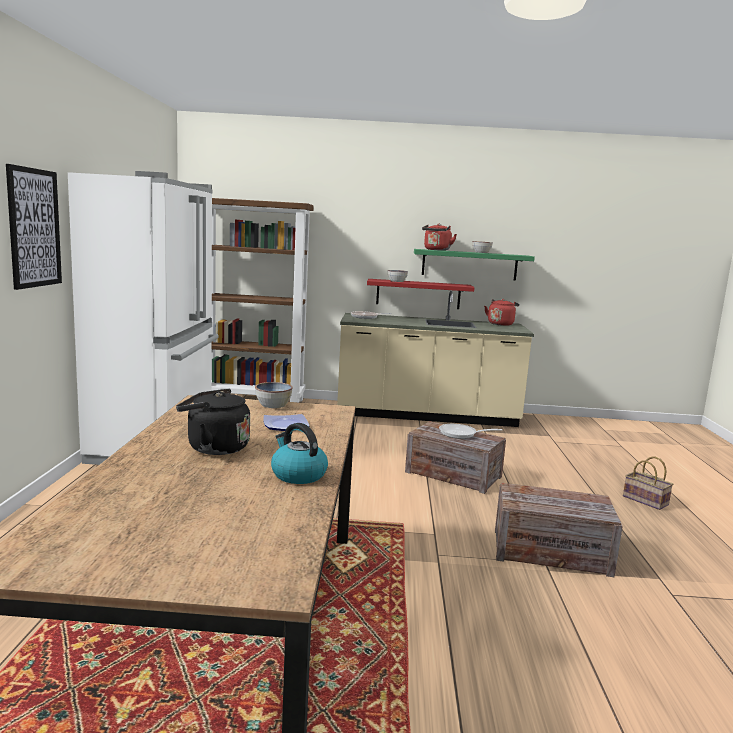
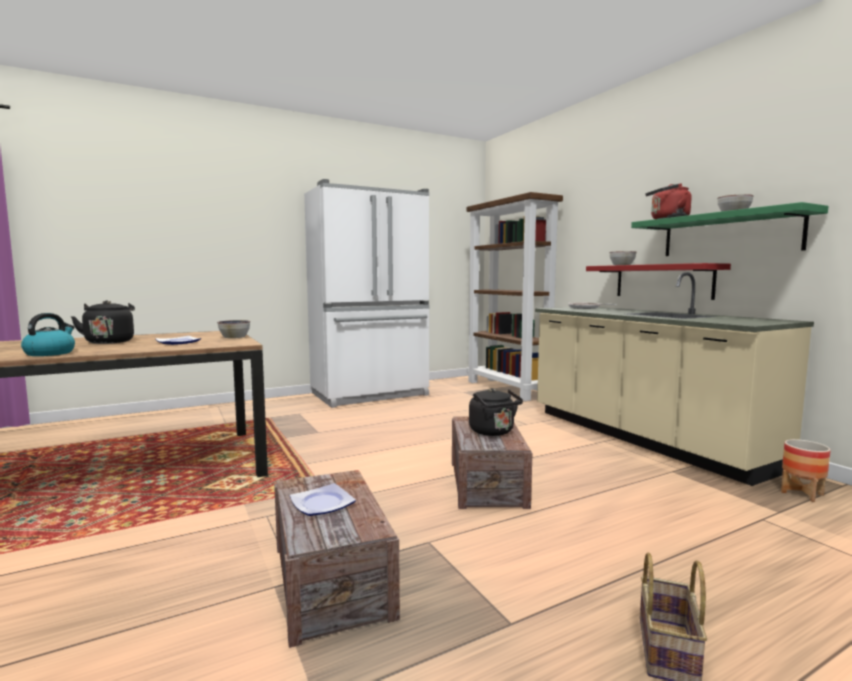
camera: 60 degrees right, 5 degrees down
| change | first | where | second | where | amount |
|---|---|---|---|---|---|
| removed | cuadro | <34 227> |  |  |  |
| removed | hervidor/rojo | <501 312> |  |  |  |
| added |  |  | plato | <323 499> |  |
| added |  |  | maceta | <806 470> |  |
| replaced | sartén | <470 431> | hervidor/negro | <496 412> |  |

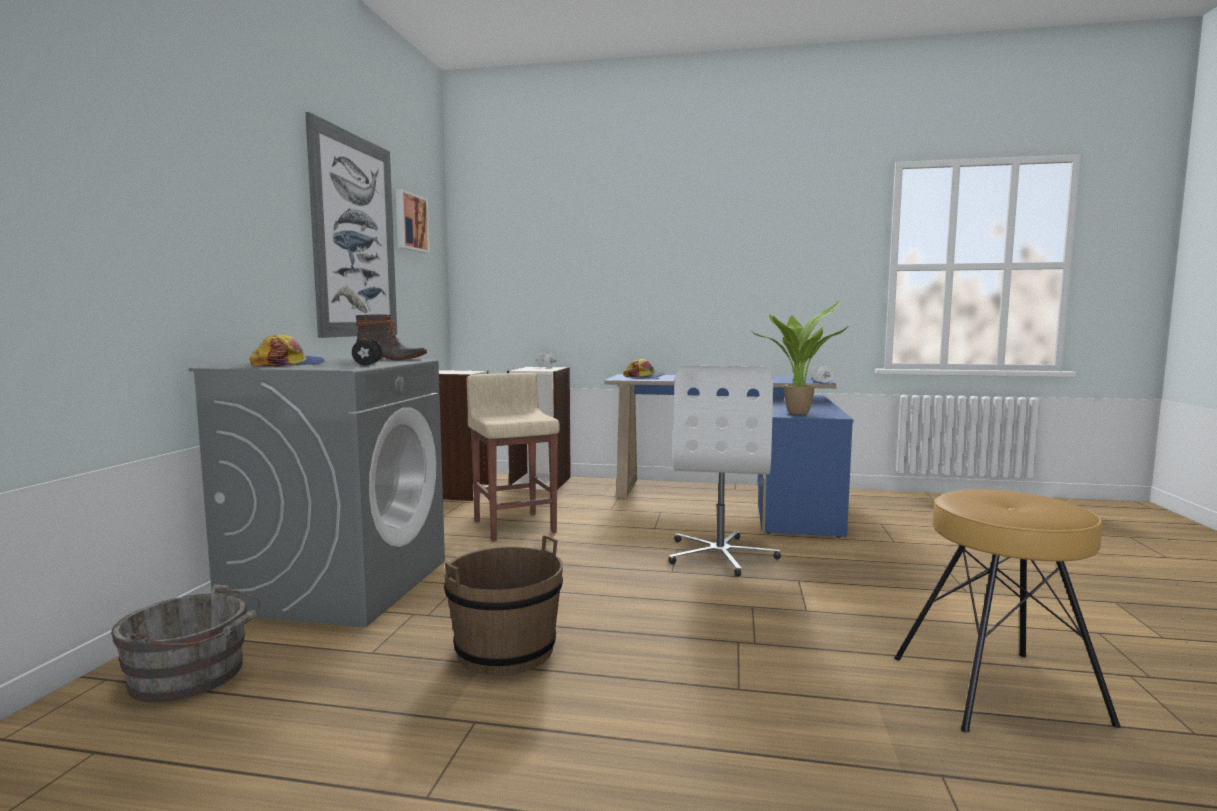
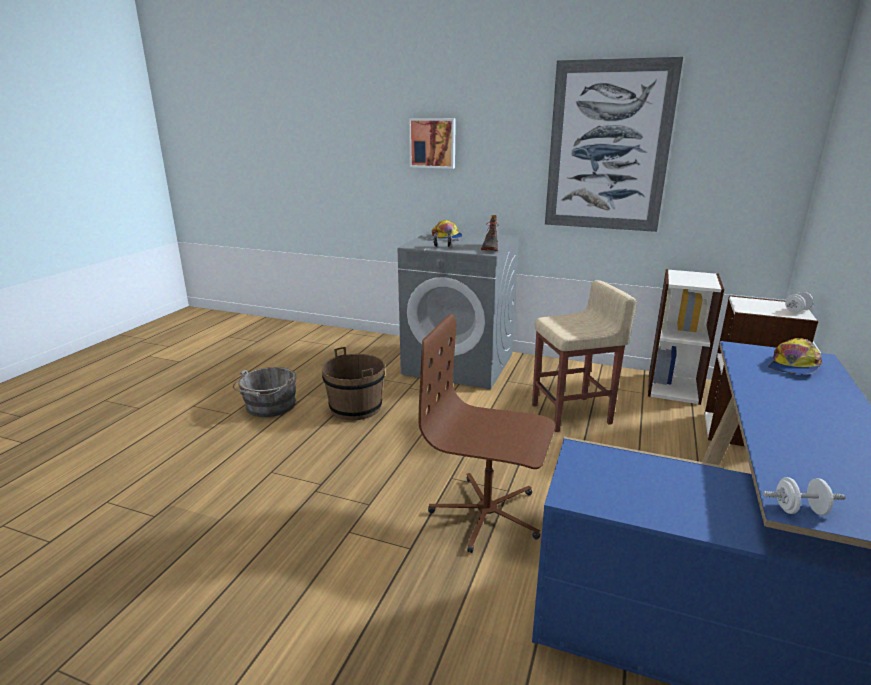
camera: 100 degrees right, 15 degrees up
| change | first | where | second | where | amount |
|---|---|---|---|---|---|
| removed | planta en maceta | <799 358> |  |  |  |
| removed | taburete/marrón | <1007 611> |  |  |  |
| moved | cubo/gris | <186 644> |  | <264 392> |  |
| moved | cuadro | <413 221> |  | <432 143> |  |
| recoloured | silla de oficina/blanco | <725 471> | silla de oficina/marrón | <487 433> |  |

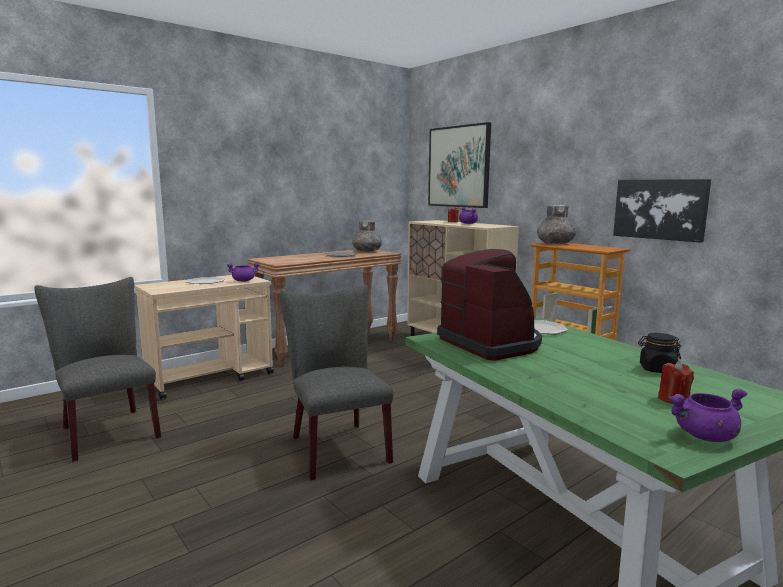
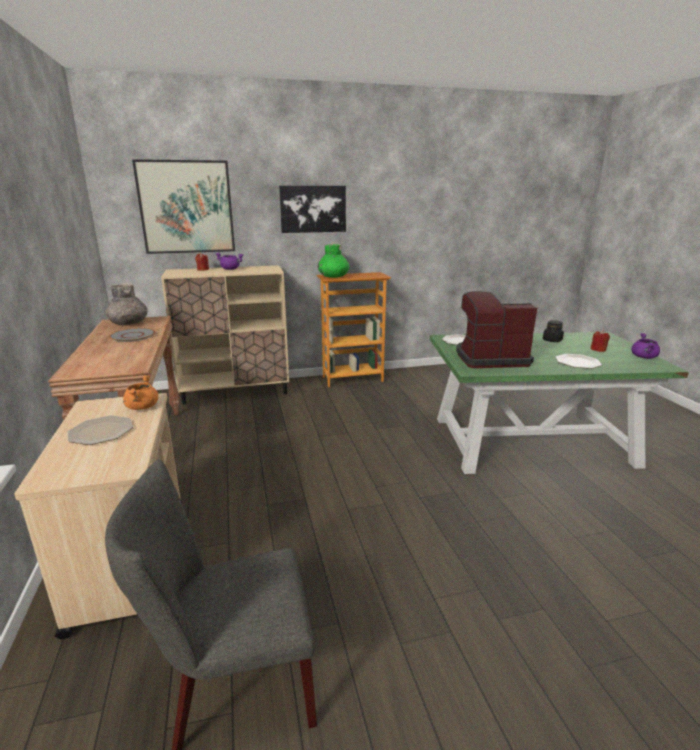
camera: 65 degrees left, 10 degrees up
| change | first | where | second | where | amount |
|---|---|---|---|---|---|
| removed | silla/gris | <336 382> |  |  |  |
| added |  |  | plato | <579 361> |  |
| moved | cuadro | <662 211> |  | <312 209> |  |
| recoloured | olla/morado | <243 272> | olla/naranja | <140 392> |  |
| recoloured | florero/gris | <556 224> | florero/verde | <334 260> |  |

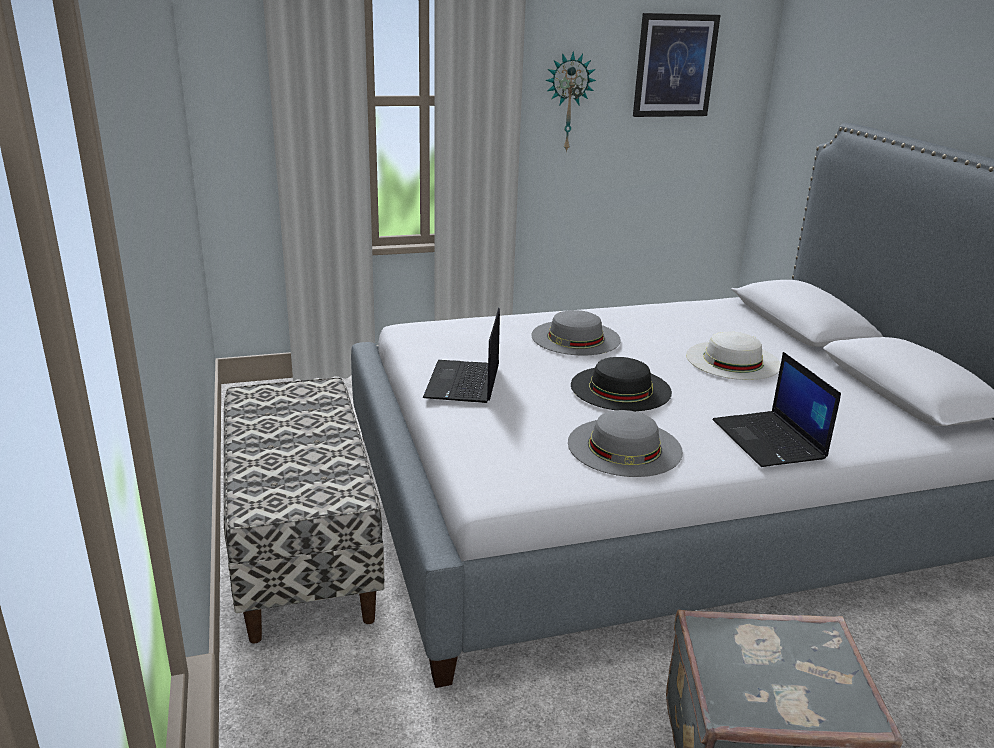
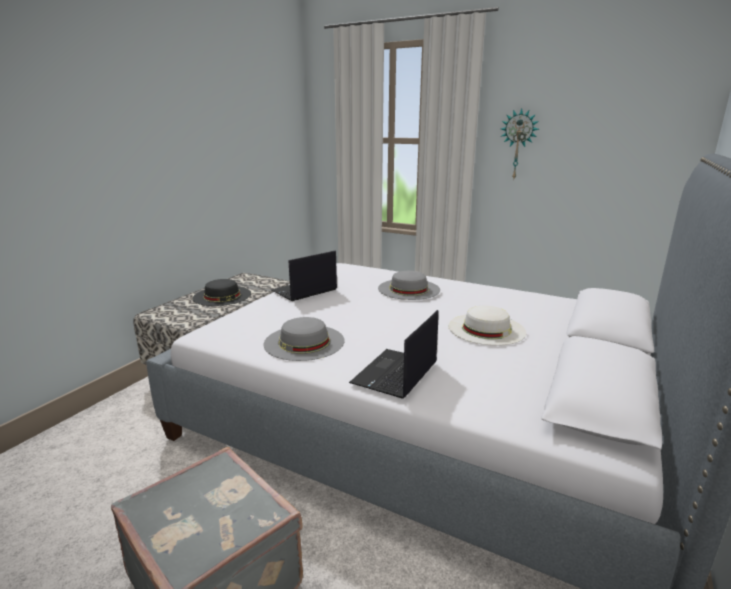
camera: 45 degrees right, 5 degrees down
| change | first | where | second | where | amount |
|---|---|---|---|---|---|
| removed | cuadro | <677 65> |  |  |  |
| moved | sombrero/negro | <621 384> |  | <221 292> |  |

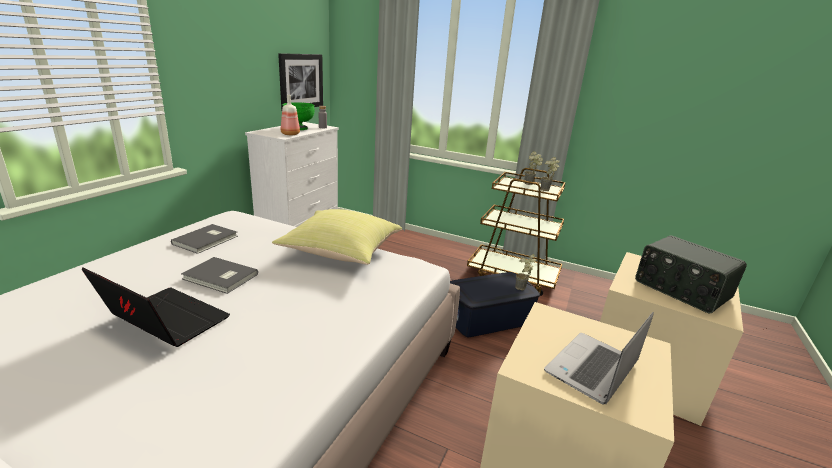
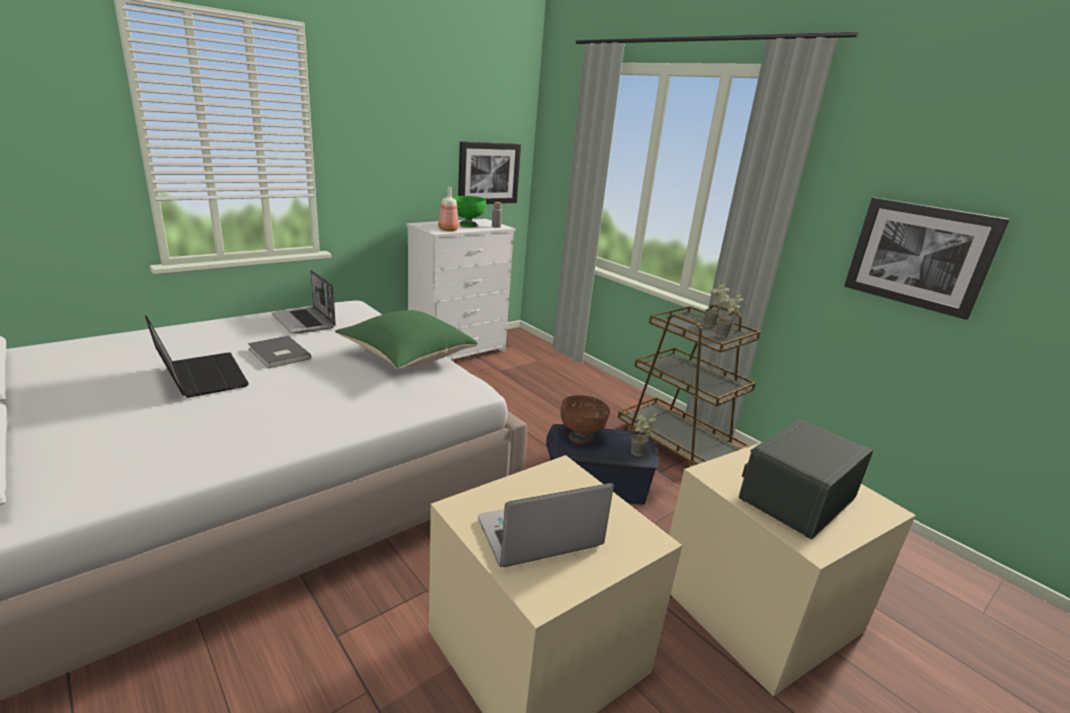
camera: 25 degrees right, 0 degrees up
| change | first | where | second | where | amount |
|---|---|---|---|---|---|
| added |  |  | cuenco/marrón | <585 419> |  |
| added |  |  | cuadro | <927 258> |  |
| replaced | libro/gris | <204 239> | portátil | <304 302> |  |
| recoloured | cojín/amarillo | <337 237> | cojín/verde | <406 339> |  |
| turned | radio | <691 274> |  | <806 479> | 60 degrees clockwise |

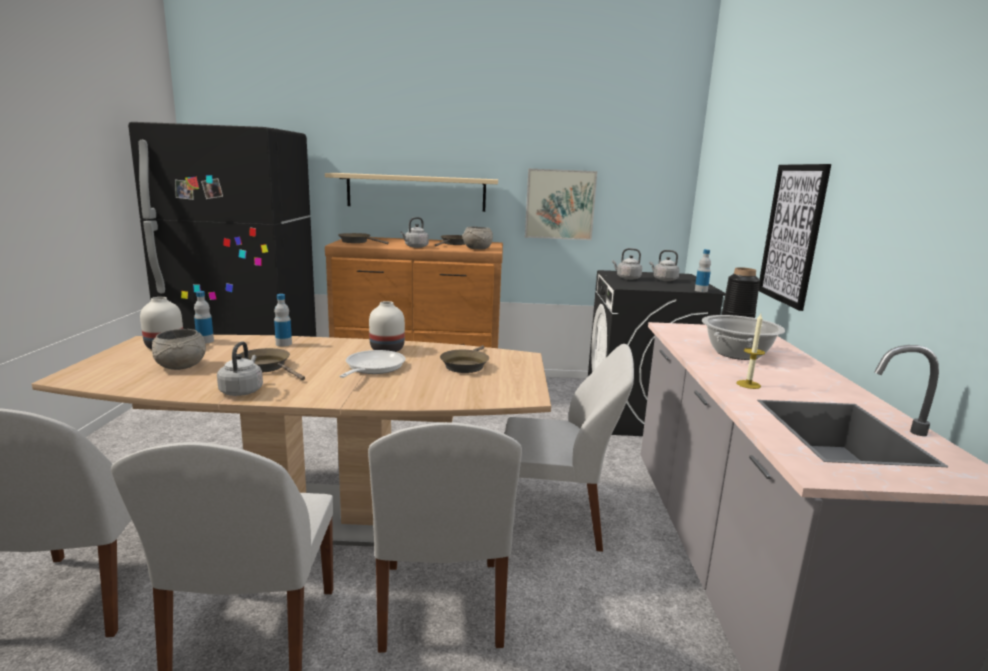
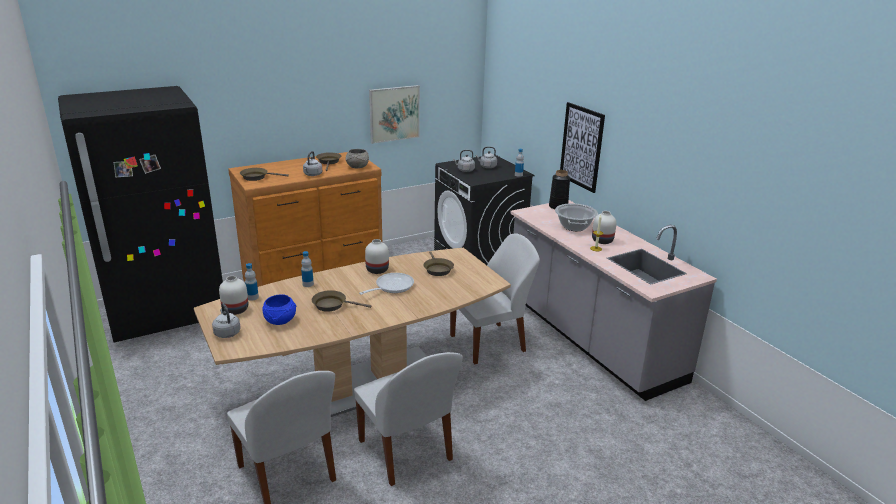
camera: 30 degrees left, 10 degrees up
| change | first | where | second | where | amount |
|---|---|---|---|---|---|
| removed | estante/beis | <411 192> |  |  |  |
| removed | silla/blanco | <445 537> |  |  |  |
| added |  |  | florero/blanco | <604 227> |  |
| moved | hervidor/gris | <240 368> |  | <226 320> |  |
| recoloured | cuenco/gris | <179 349> | cuenco/azul | <279 309> |  |
| turned | sartén | <372 364> |  | <386 284> | 60 degrees clockwise |

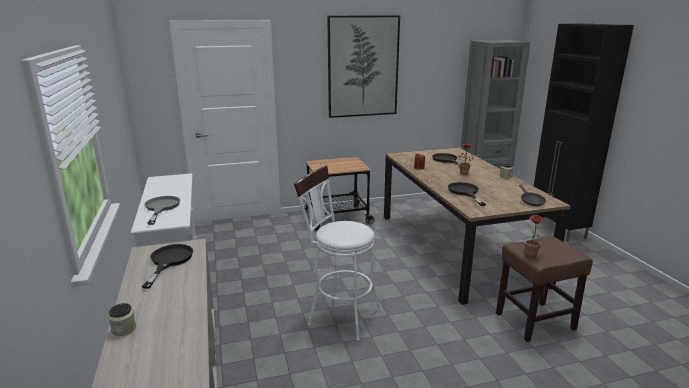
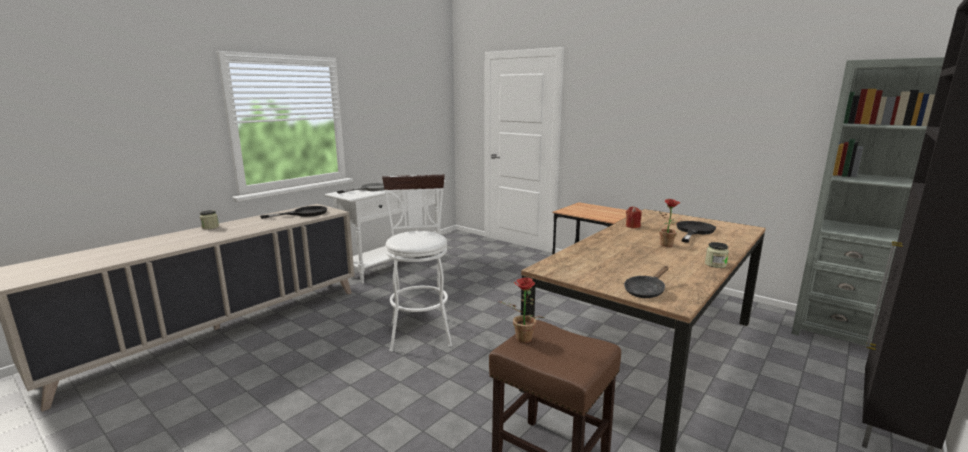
camera: 55 degrees right, 5 degrees down
| change | first | where | second | where | amount |
|---|---|---|---|---|---|
| removed | cuadro | <363 67> |  |  |  |
| removed | sartén/negro | <467 194> |  |  |  |

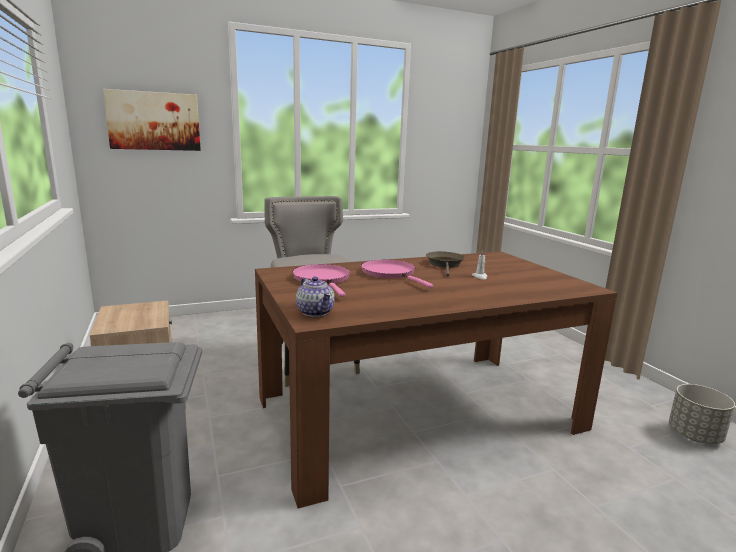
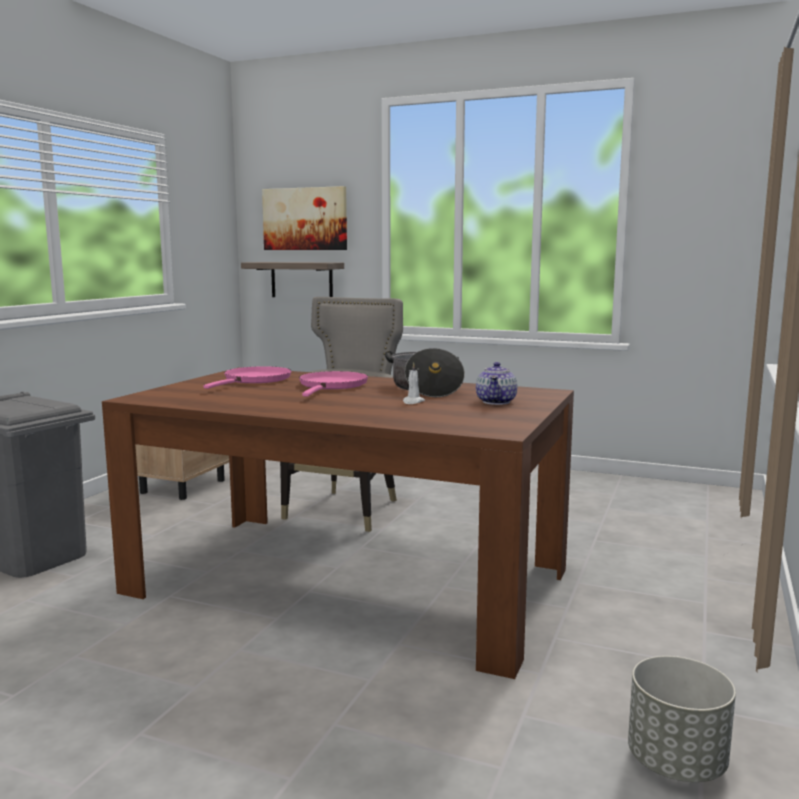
camera: 45 degrees right, 5 degrees down
| change | first | where | second | where | amount |
|---|---|---|---|---|---|
| added |  |  | estante | <292 279> |  |
| moved | tetera | <315 297> |  | <496 383> |  |
| replaced | sartén/marrón | <445 263> | olla | <425 373> |  |

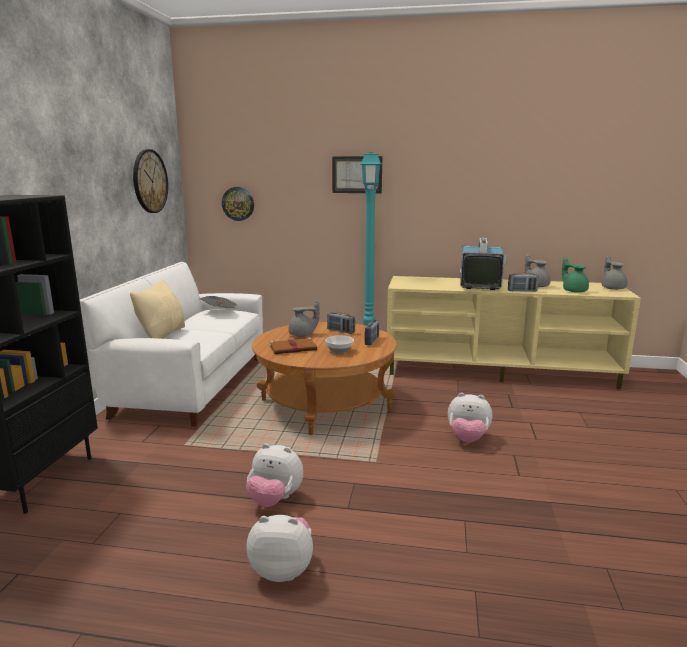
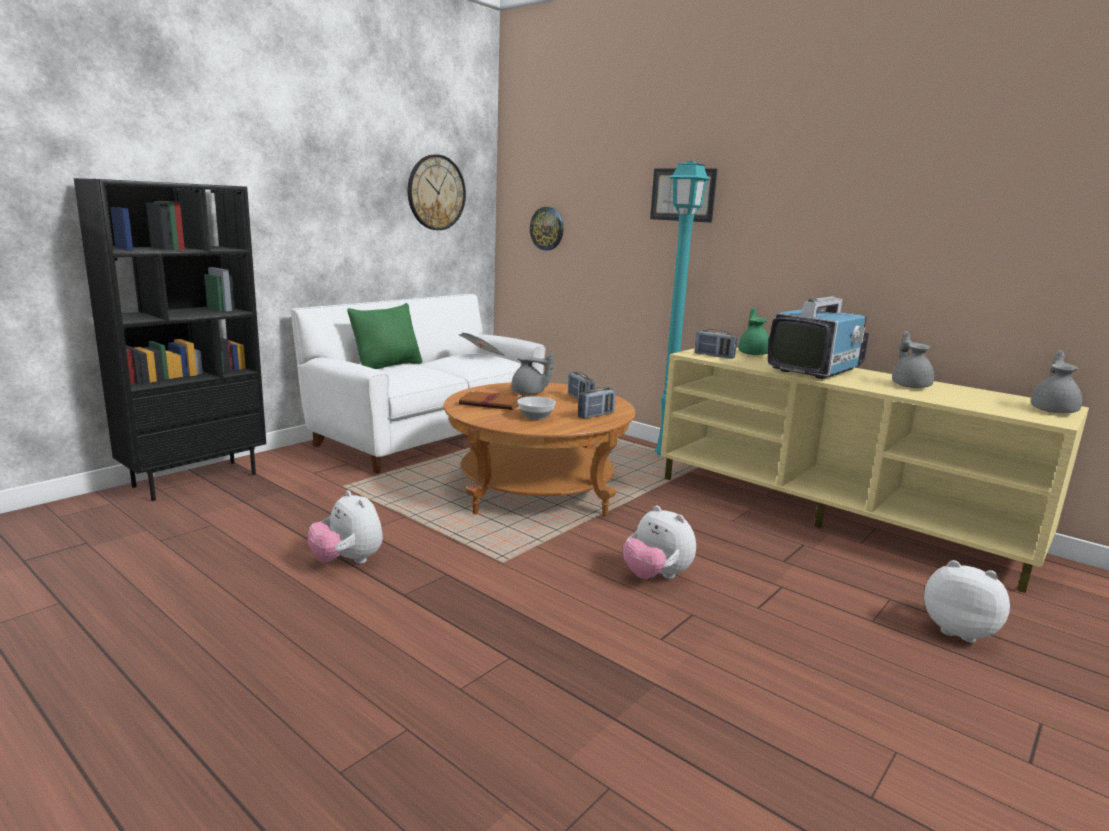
camera: 30 degrees right, 0 degrees up
| change | first | where | second | where | amount |
|---|---|---|---|---|---|
| moved | peluche | <279 548> |  | <967 601> |  |
| moved | radio | <523 282> |  | <716 344> |  |
| moved | tetera/verde | <575 275> |  | <754 331> |  |
| recoloured | cojín/beis | <157 309> | cojín/verde | <384 336> |  |

